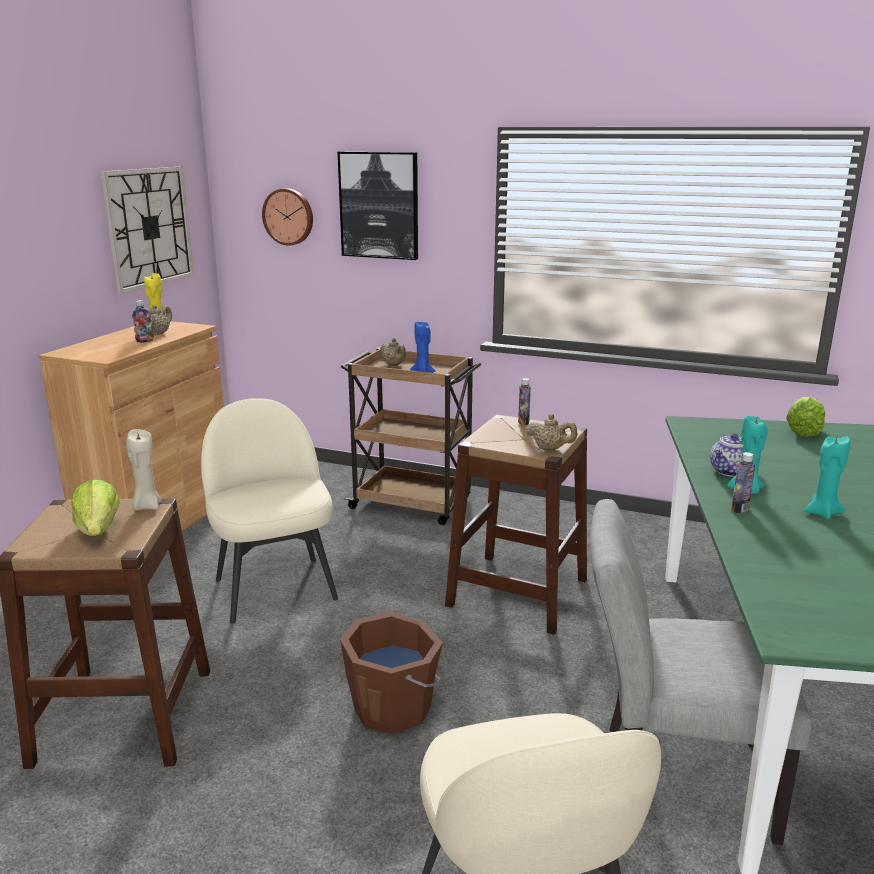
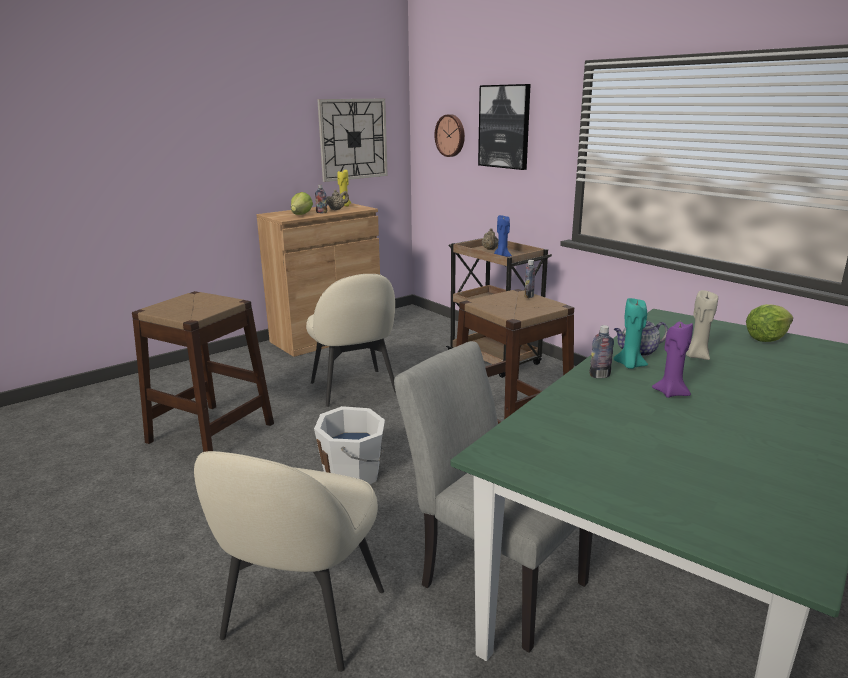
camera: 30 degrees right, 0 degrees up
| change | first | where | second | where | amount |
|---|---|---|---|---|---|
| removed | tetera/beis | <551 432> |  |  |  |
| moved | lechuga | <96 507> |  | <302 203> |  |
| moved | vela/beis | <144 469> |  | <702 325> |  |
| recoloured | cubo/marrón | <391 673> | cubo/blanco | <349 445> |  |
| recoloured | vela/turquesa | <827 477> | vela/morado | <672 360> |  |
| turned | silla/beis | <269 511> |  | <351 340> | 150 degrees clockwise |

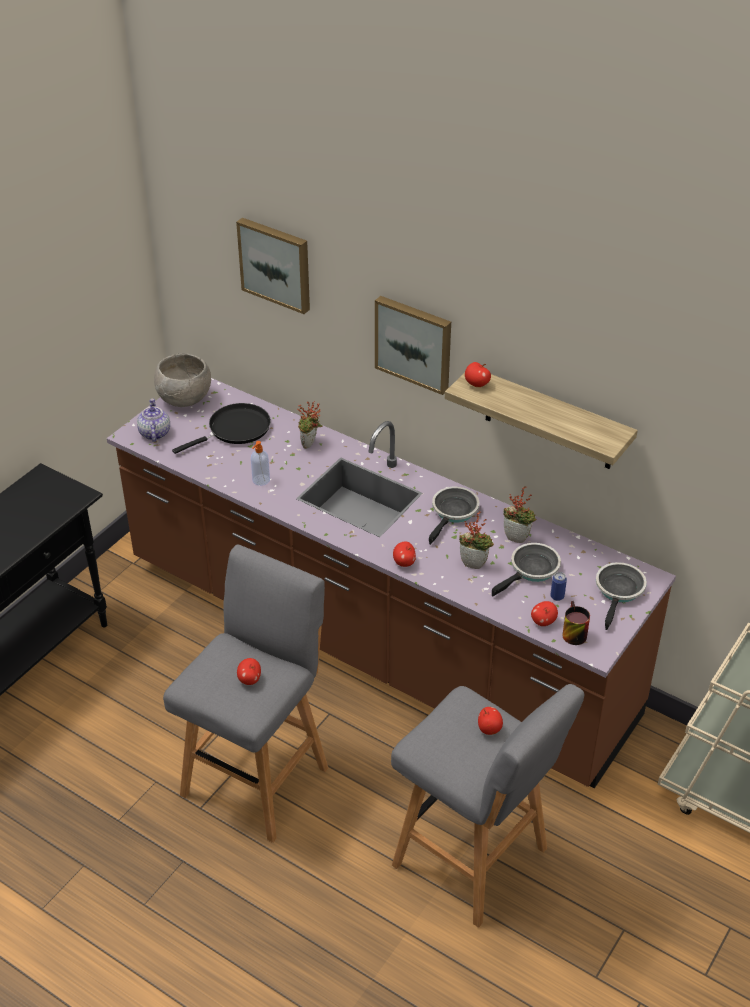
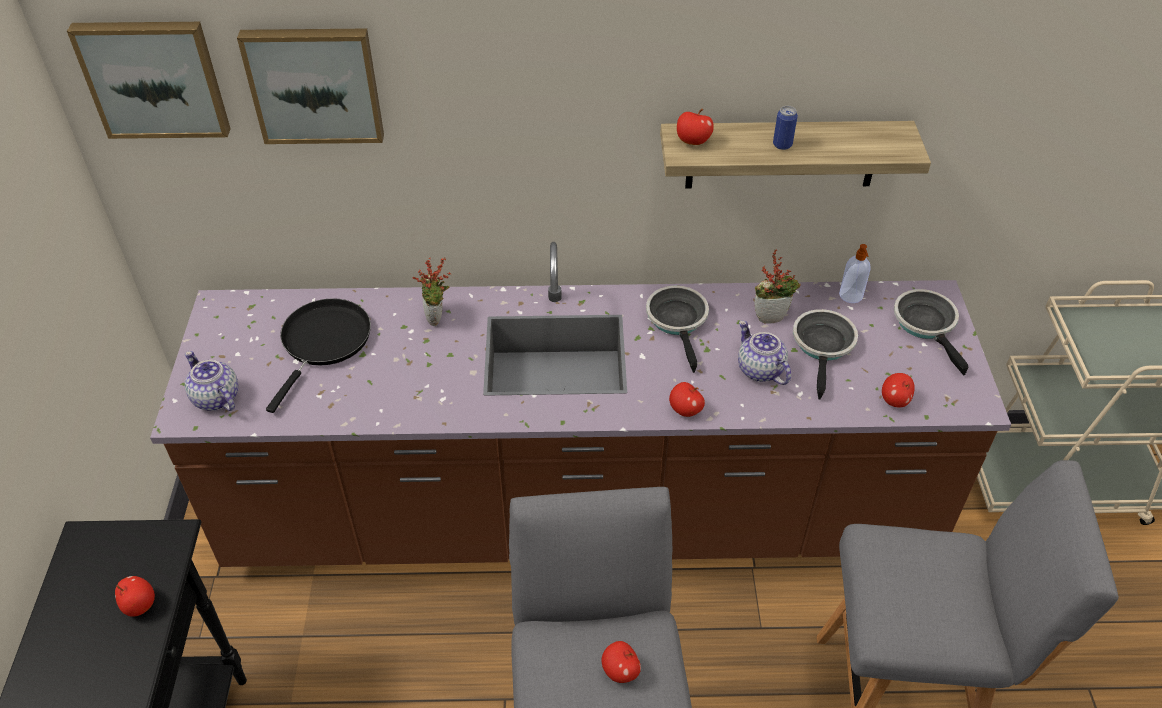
camera: 35 degrees left, 5 degrees up
| change | first | where | second | where | amount |
|---|---|---|---|---|---|
| removed | cuenco/gris | <182 380> |  |  |  |
| removed | taza grande | <576 623> |  |  |  |
| moved | dispensador de jabón | <260 463> |  | <855 273> |  |
| moved | cuadro | <413 345> |  | <149 80> |  |
| moved | manzana | <490 721> |  | <135 596> |  |
| moved | lata | <558 586> |  | <785 128> |  |
| replaced | planta en maceta | <476 540> | tetera | <764 352> |  |

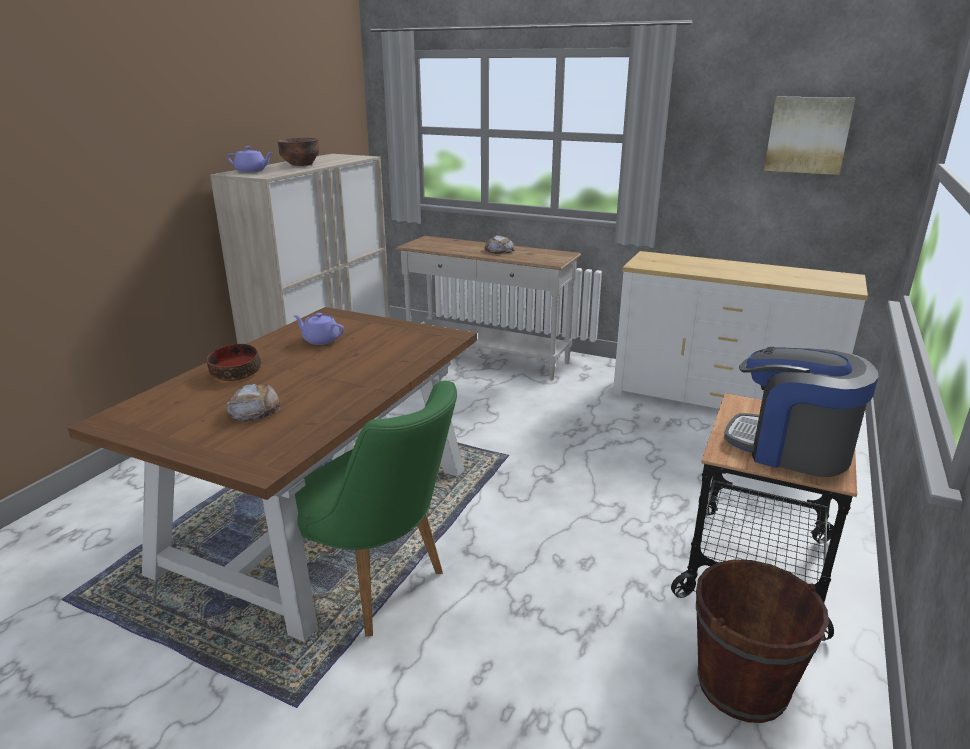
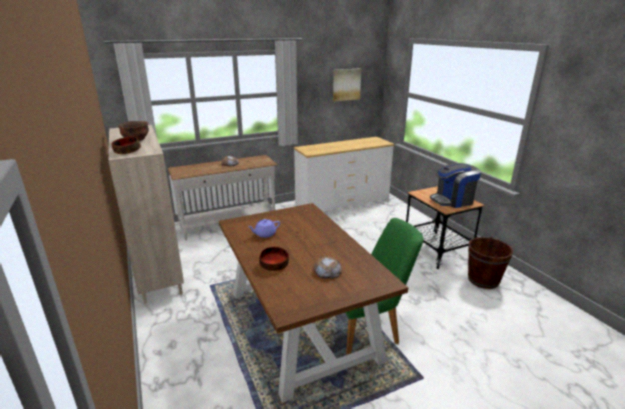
camera: 50 degrees left, 0 degrees up
| change | first | where | second | where | amount |
|---|---|---|---|---|---|
| replaced | tetera/morado | <250 159> | cuenco | <126 145> |  |

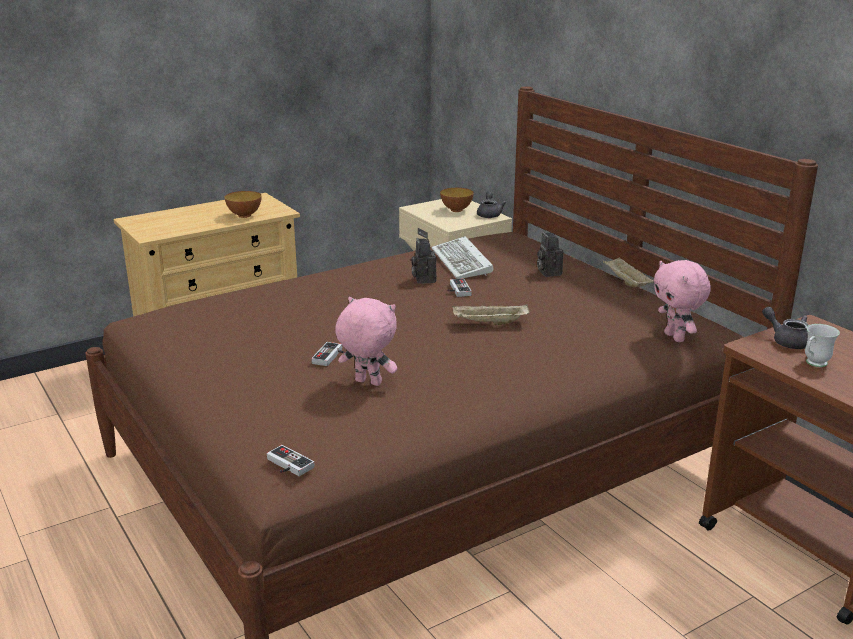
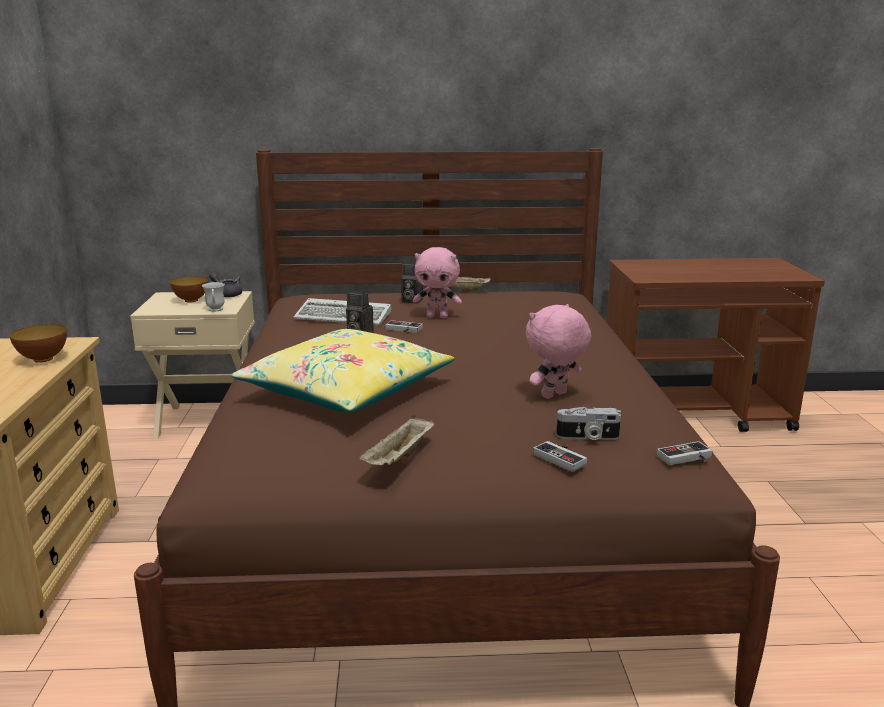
camera: 60 degrees left, 5 degrees down
| change | first | where | second | where | amount |
|---|---|---|---|---|---|
| removed | tetera/gris | <785 328> |  |  |  |
| added |  |  | cojín/amarillo | <342 370> |  |
| added |  |  | cámara | <588 423> |  |
| moved | mando de consola | <328 354> |  | <560 456> |  |
| moved | bandeja/beis | <491 314> |  | <396 440> |  |
| moved | peluche/rosa | <682 301> |  | <437 282> |  |
| moved | taza grande/blanco | <822 345> |  | <213 297> |  |

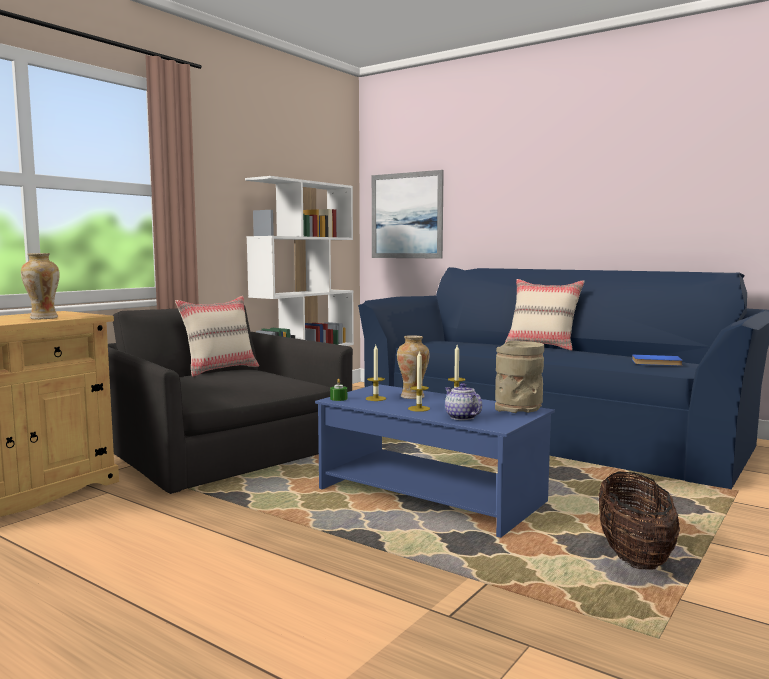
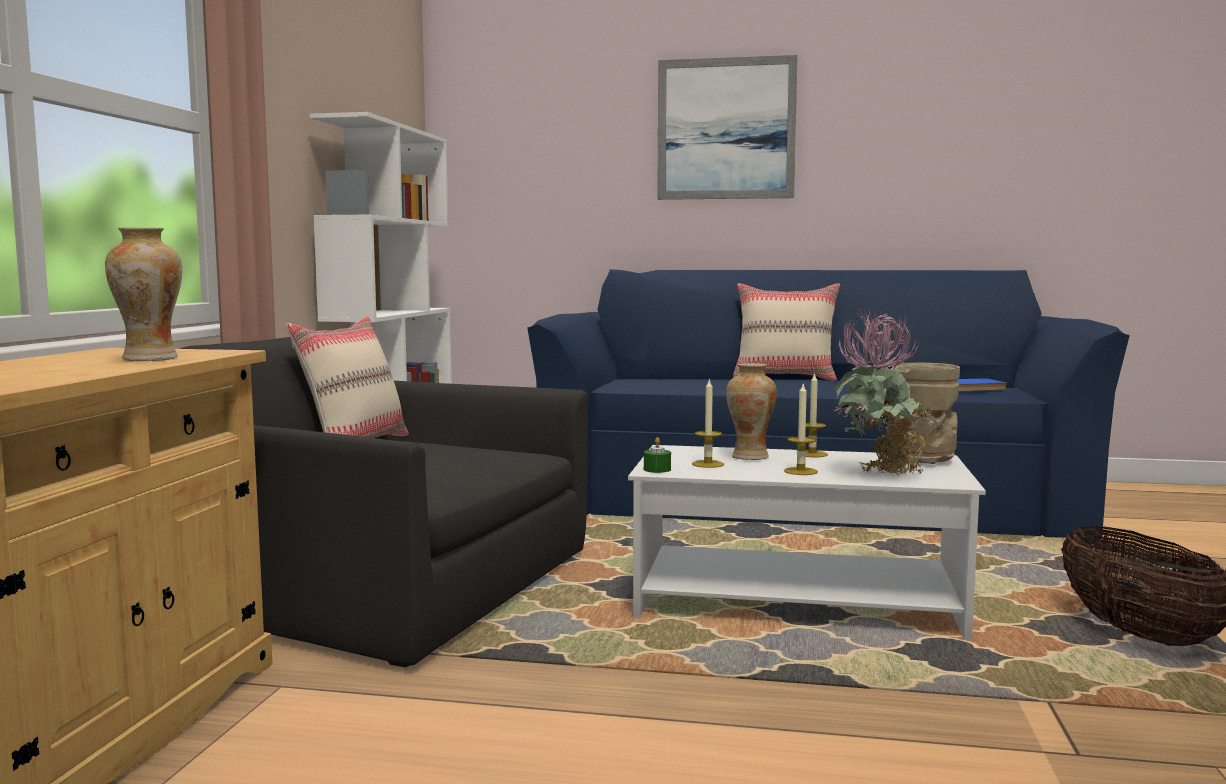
camera: 25 degrees left, 0 degrees up
| change | first | where | second | where | amount |
|---|---|---|---|---|---|
| moved | cuadro | <408 214> |  | <727 127> |  |
| replaced | tetera | <463 401> | planta en maceta | <884 392> |  |
| recoloured | mesa de centro/azul | <435 461> | mesa de centro/blanco | <807 543> |  |

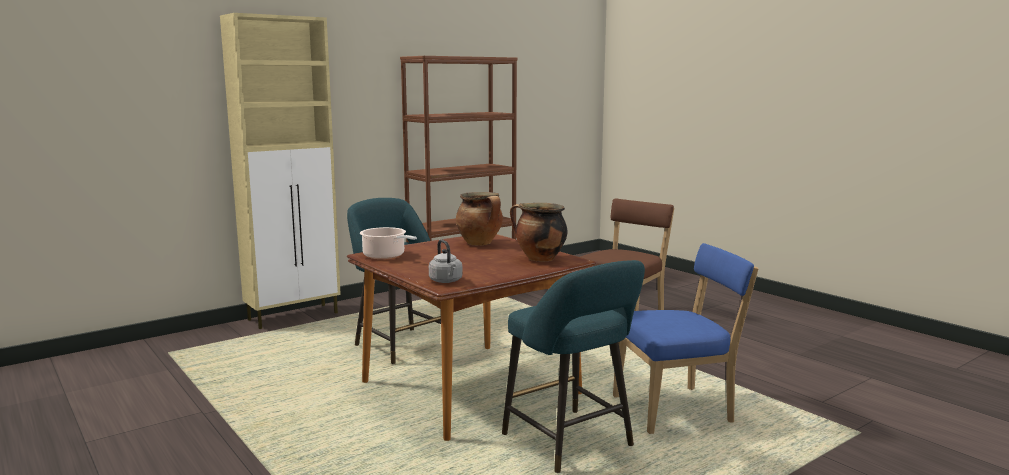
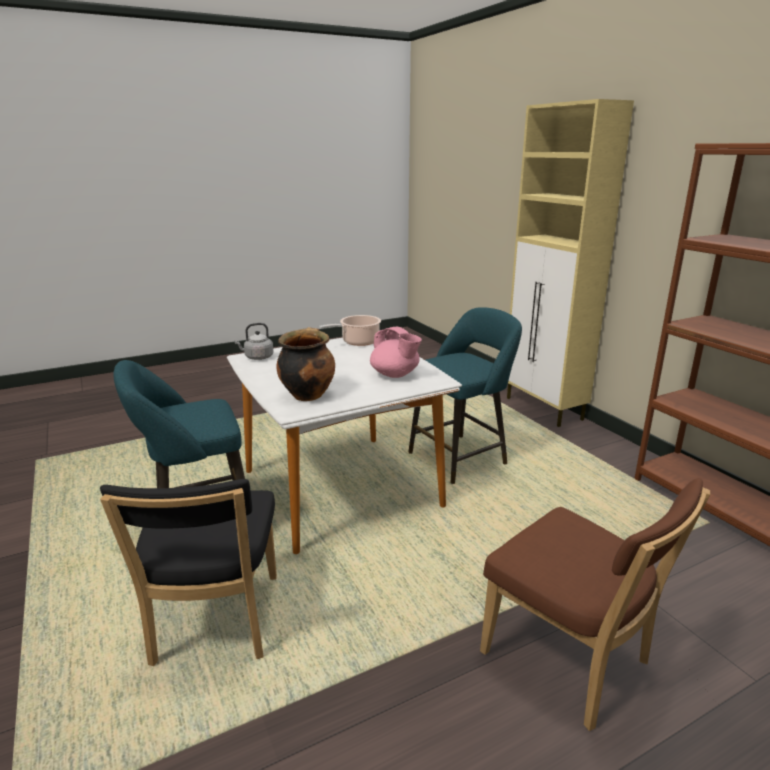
camera: 100 degrees right, 10 degrees up
| change | first | where | second | where | amount |
|---|---|---|---|---|---|
| replaced | olla | <479 219> | tetera/rosa | <396 352> |  |
| recoloured | mesa de comedor/marrón | <471 337> | mesa de comedor/blanco | <344 446> |  |
| recoloured | silla/azul | <685 338> | silla/negro | <188 572> |  |

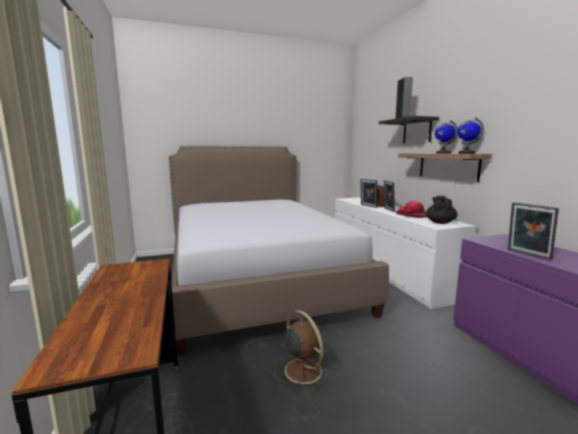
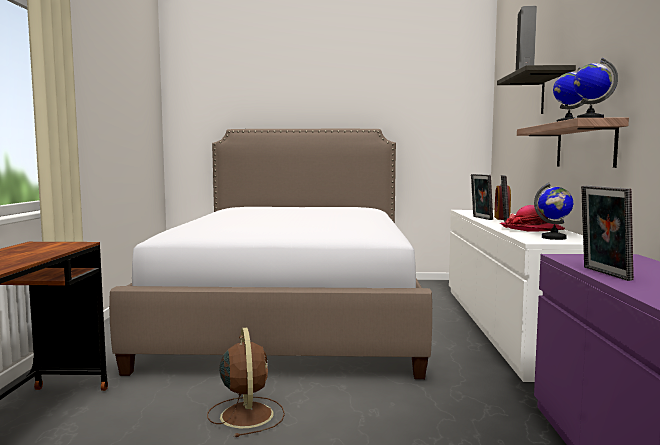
camera: 20 degrees right, 5 degrees down
| change | first | where | second | where | amount |
|---|---|---|---|---|---|
| replaced | tetera/negro | <441 210> | globo terráqueo | <553 211> |  |

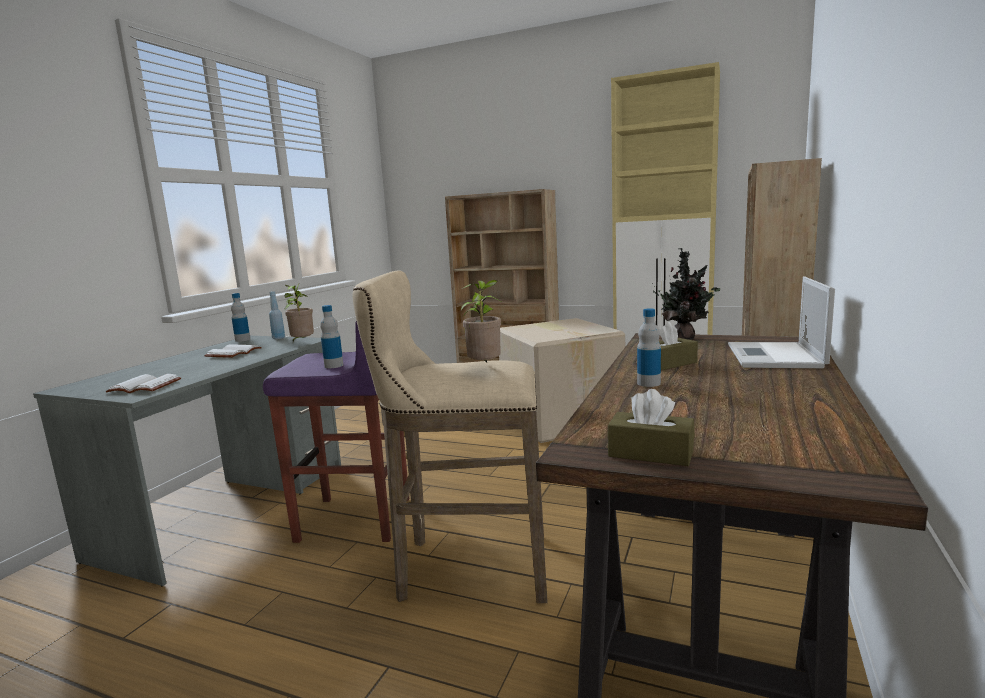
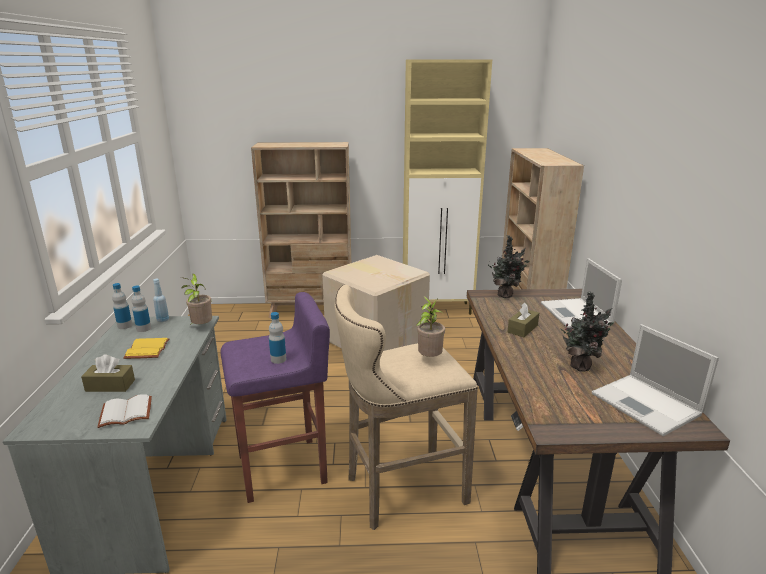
camera: 25 degrees left, 10 degrees up
| change | first | where | second | where | amount |
|---|---|---|---|---|---|
| added |  |  | planta en maceta | <587 332> |  |
| added |  |  | portátil | <655 380> |  |
| moved | caja de pañuelos/marrón | <651 427> |  | <108 373> |  |
| moved | botella | <649 347> |  | <141 308> |  |
| recoloured | libro/blanco | <233 351> | libro/amarillo | <146 348> |  |

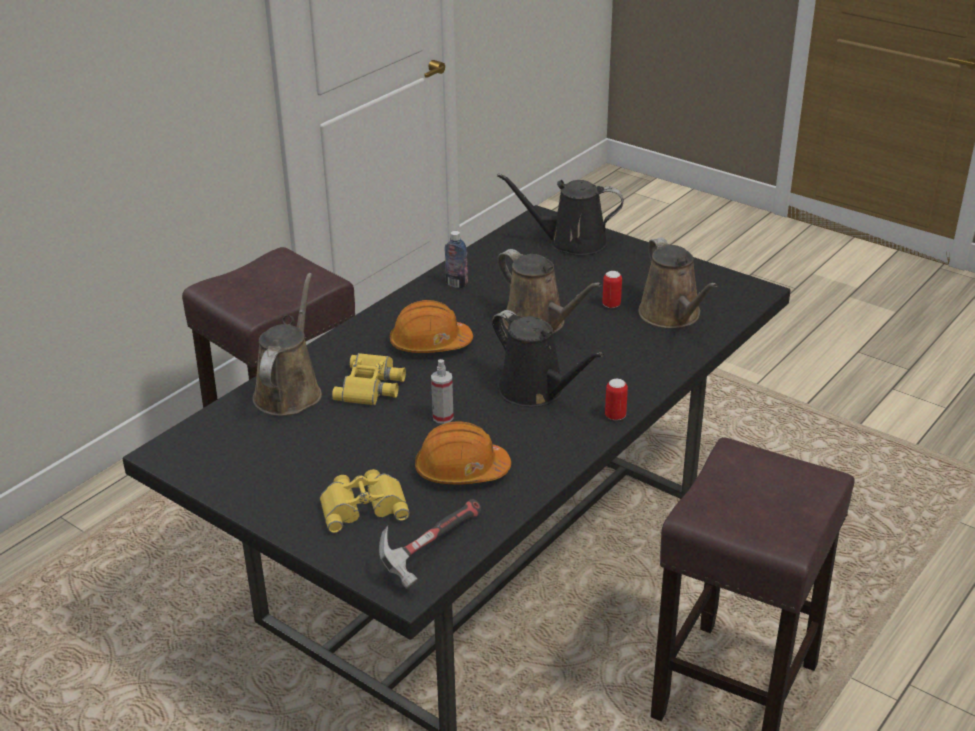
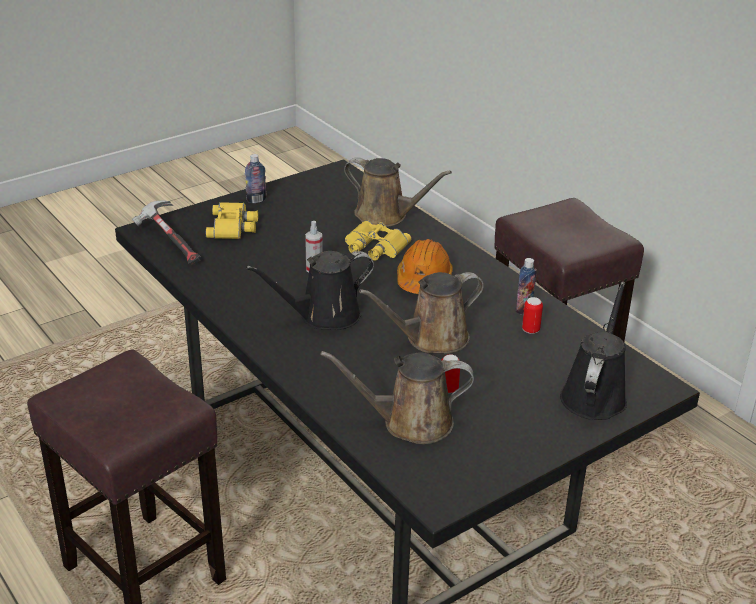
camera: 105 degrees right, 0 degrees up
| change | first | where | second | where | amount |
|---|---|---|---|---|---|
| removed | casco/naranja | <463 452> |  |  |  |
| added |  |  | botella | <255 178> |  |
| moved | lata | <616 400> |  | <532 315> |  |

